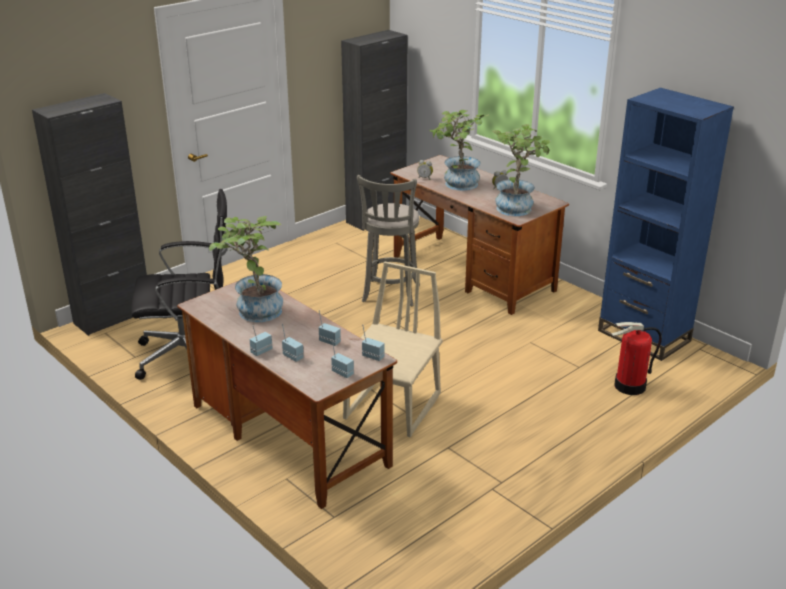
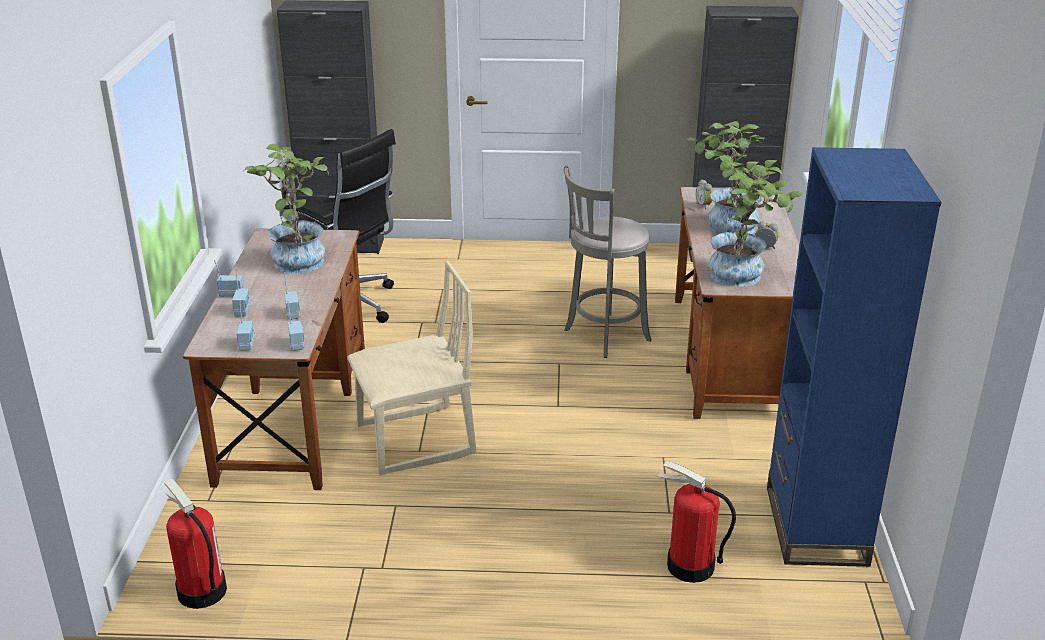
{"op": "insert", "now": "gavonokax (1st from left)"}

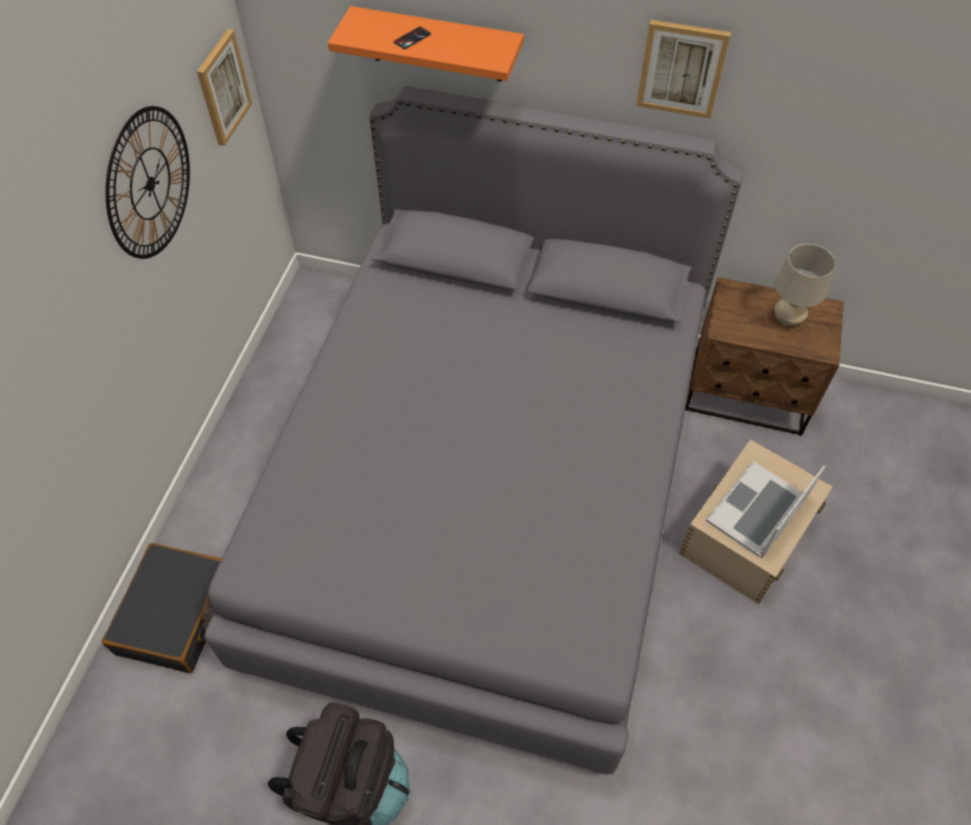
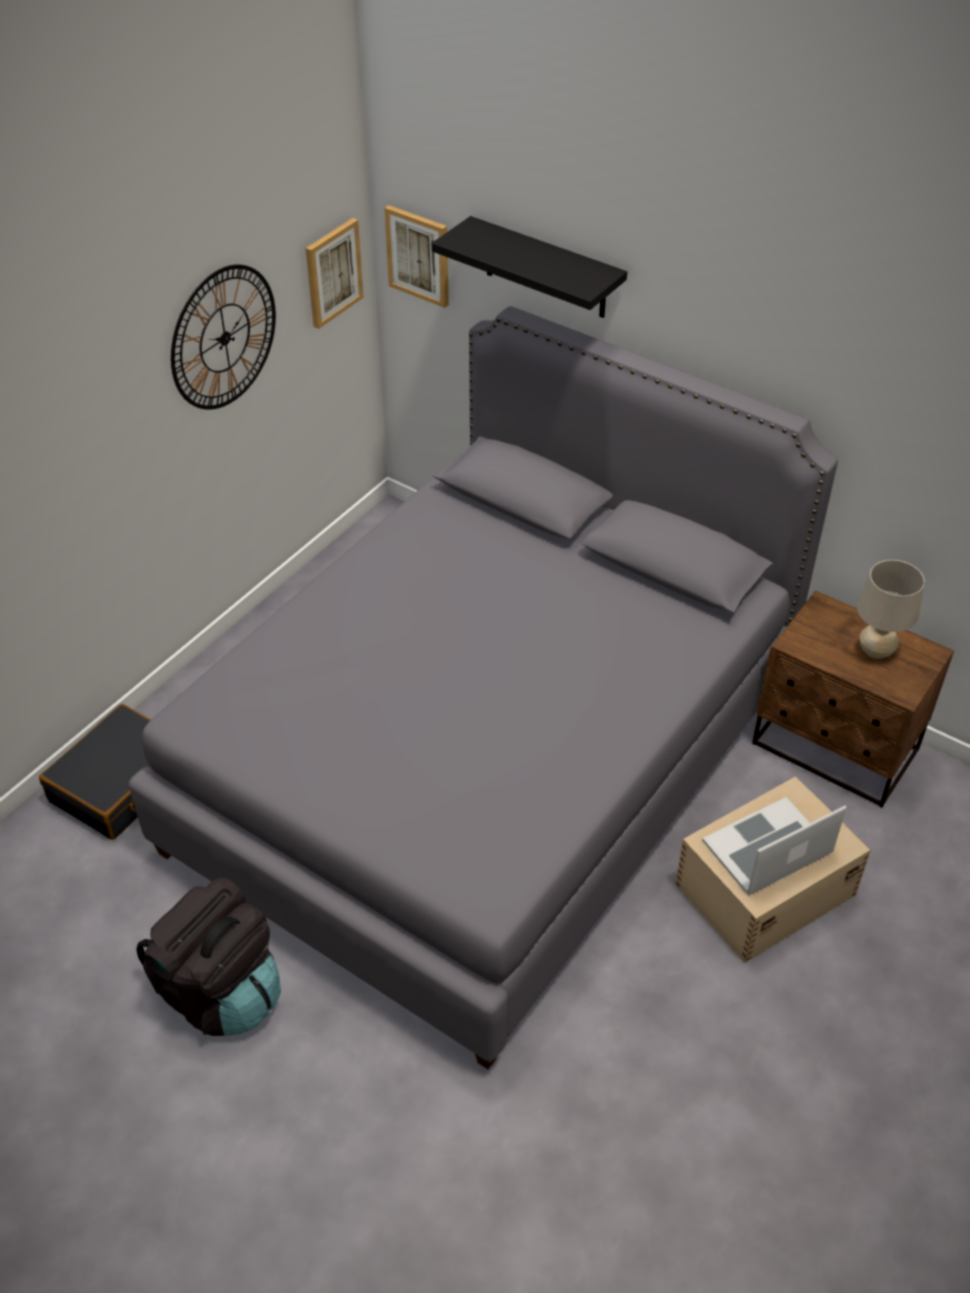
{"op": "recolor", "was": "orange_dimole", "now": "black_dimole"}
{"op": "delete", "was": "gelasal"}
{"op": "move", "was": "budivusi (2nd from left)"}

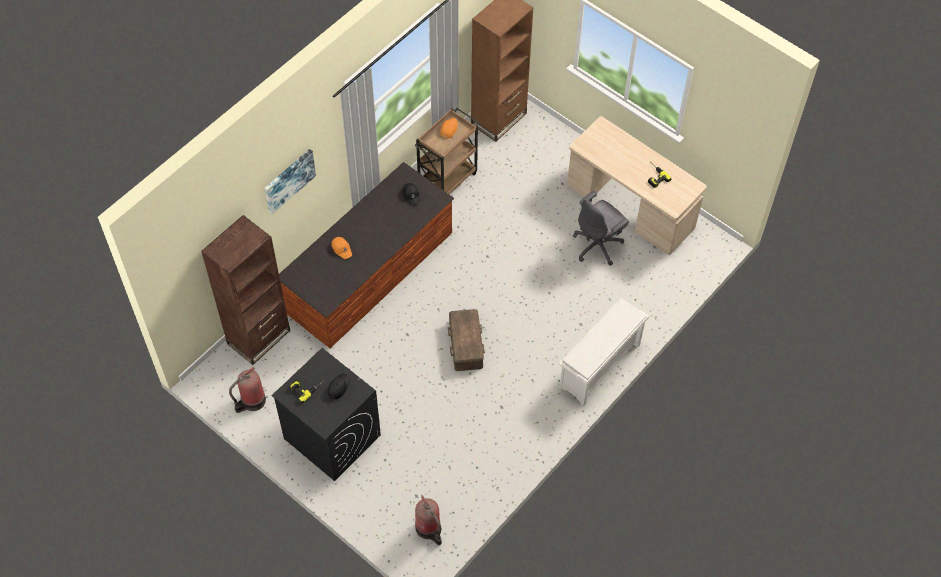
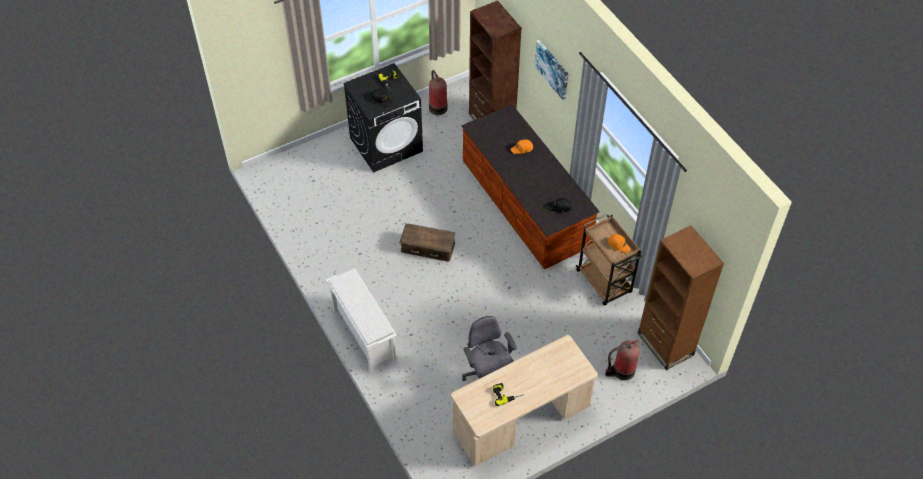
{"op": "move", "was": "gavonokax (2nd from left)"}

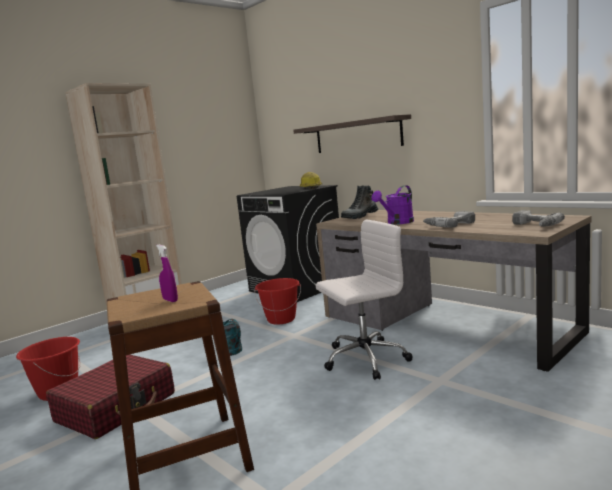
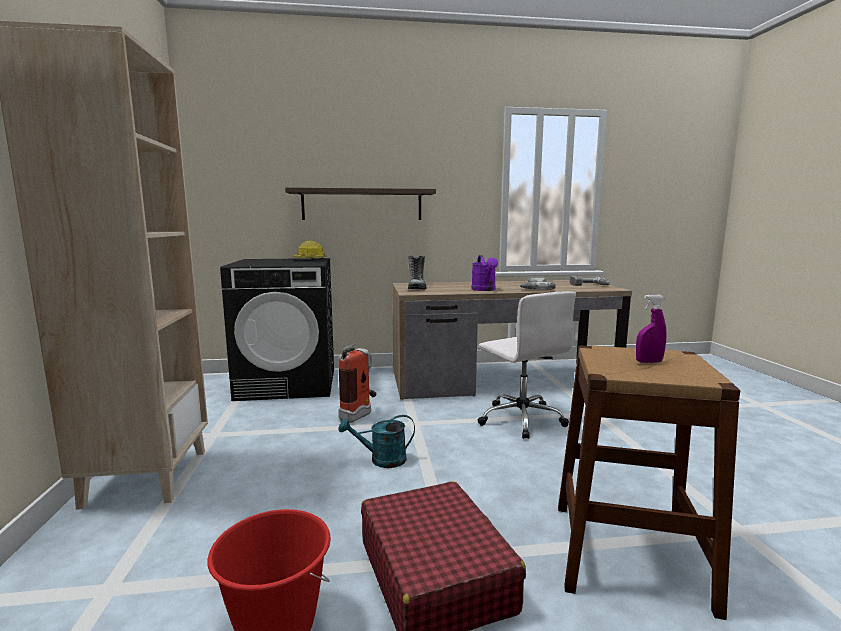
{"op": "replace", "was": "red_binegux (2nd from left)", "now": "gavonokax"}
{"op": "rotate", "was": "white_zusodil", "clockwise": 135}

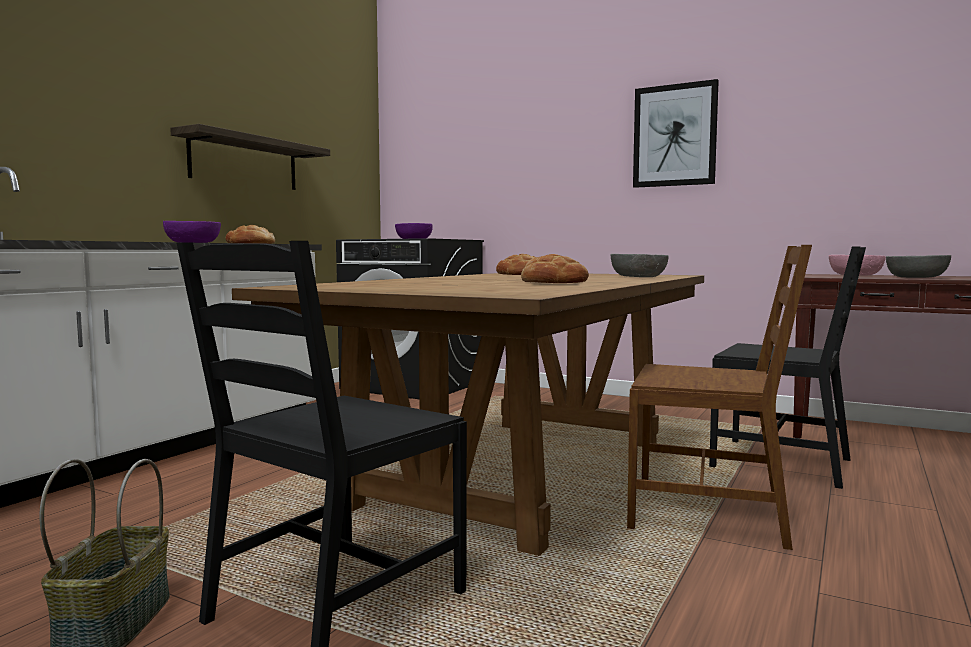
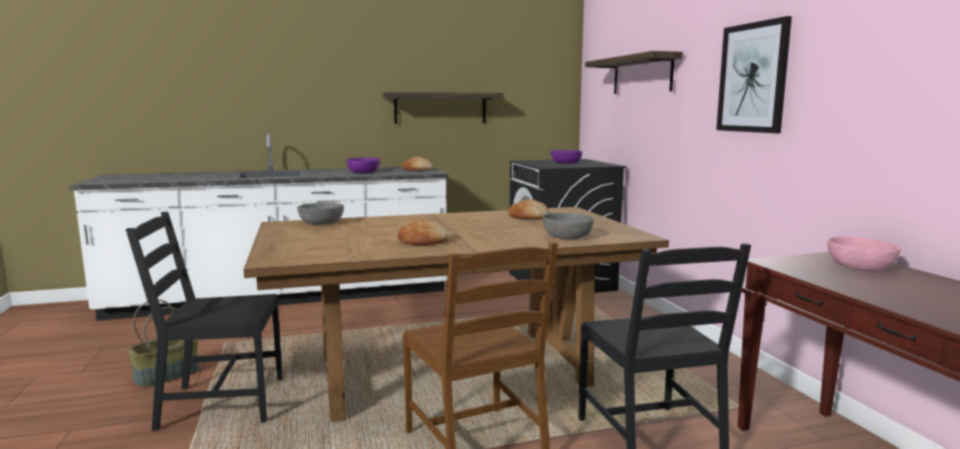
{"op": "move", "was": "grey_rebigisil (2nd from left in the first image)", "now": "grey_rebigisil (1st from left)"}
{"op": "insert", "now": "dimole (2nd from left)"}

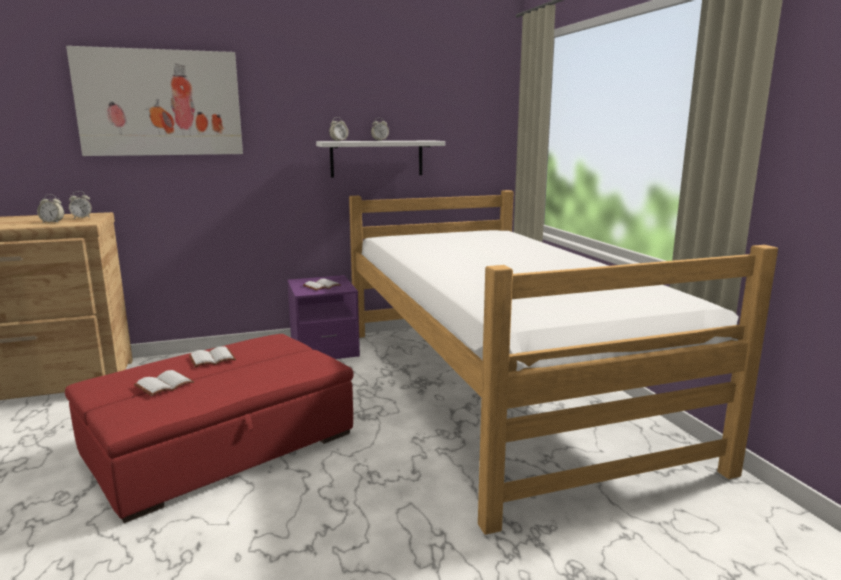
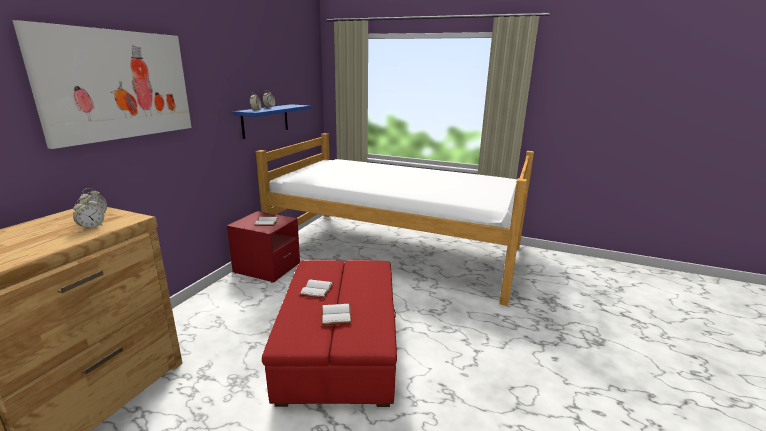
{"op": "recolor", "was": "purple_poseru", "now": "red_poseru"}
{"op": "recolor", "was": "white_dimole", "now": "blue_dimole"}

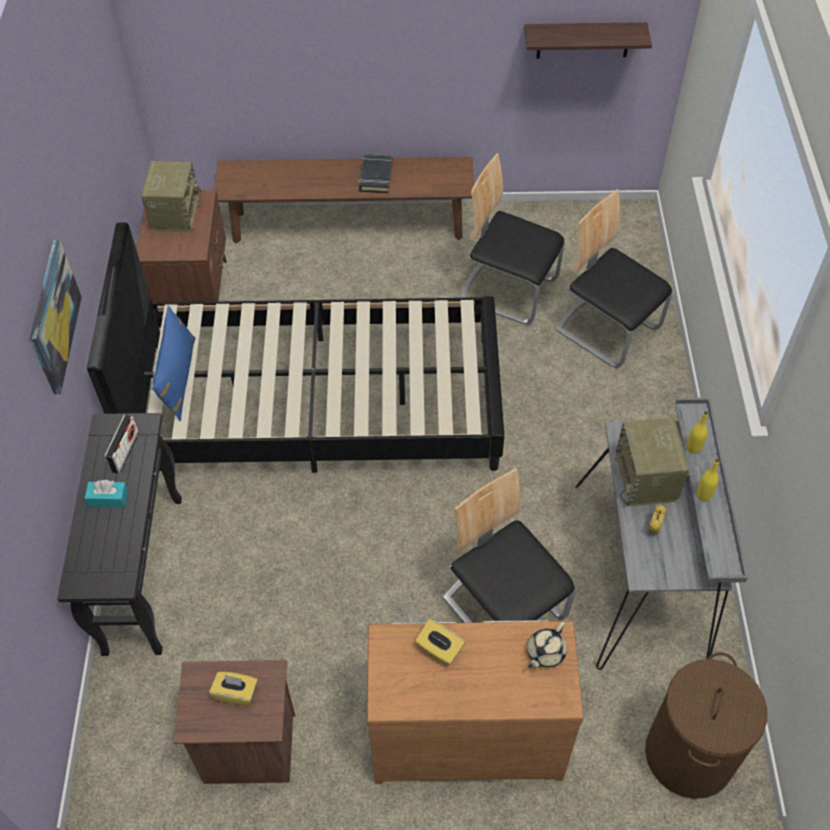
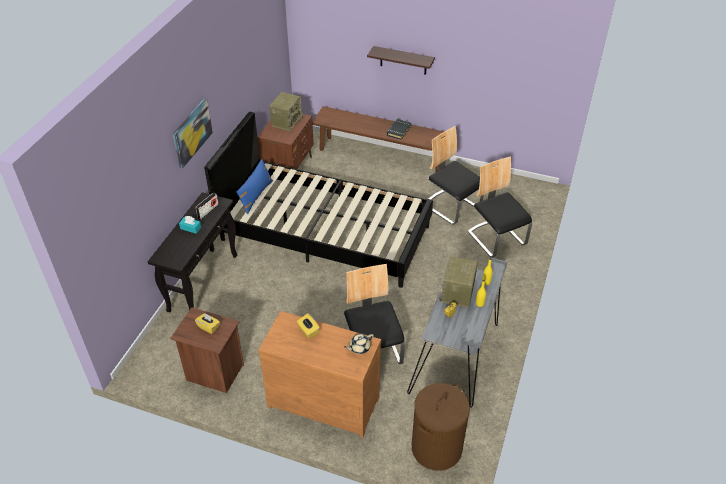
{"op": "move", "was": "dimole"}

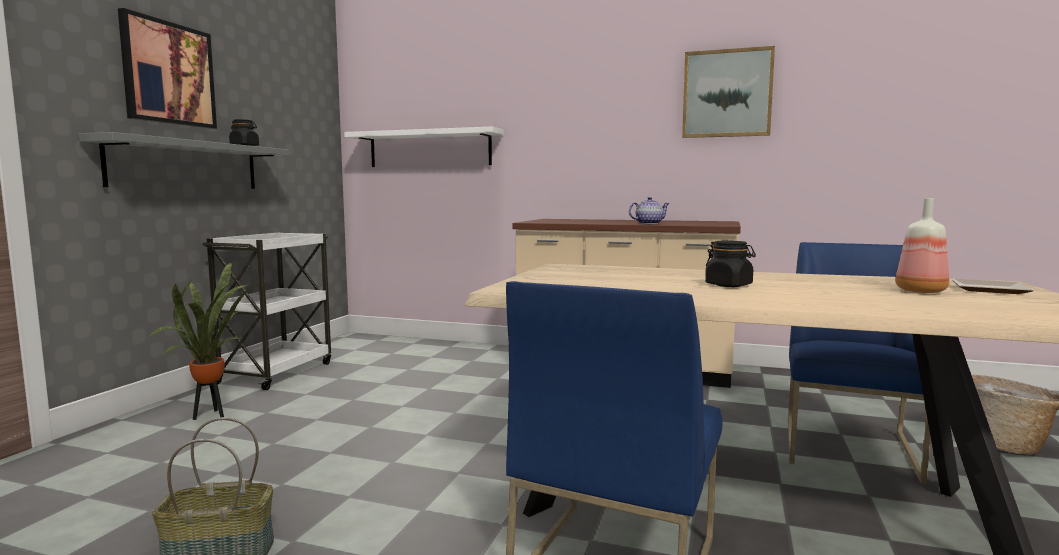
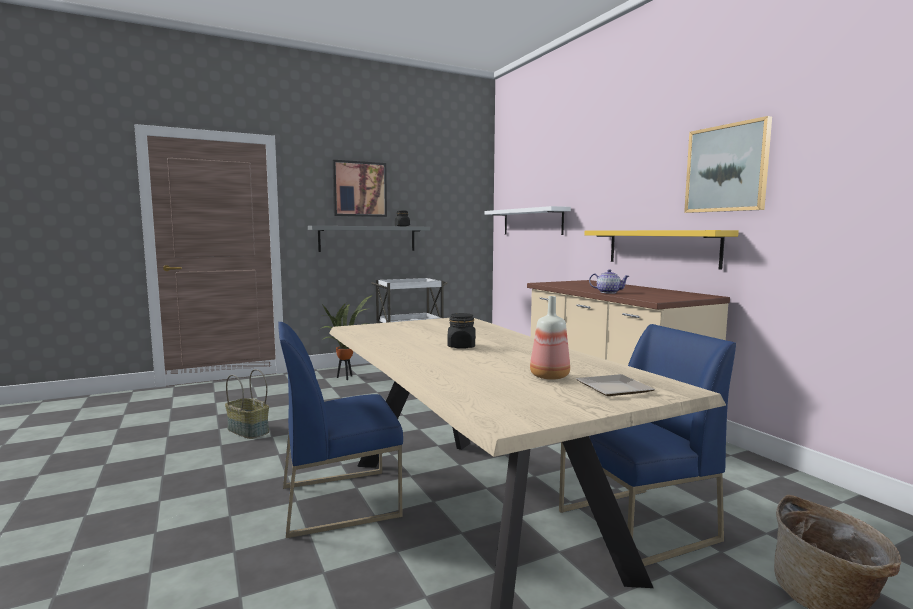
{"op": "insert", "now": "yellow_dimole"}

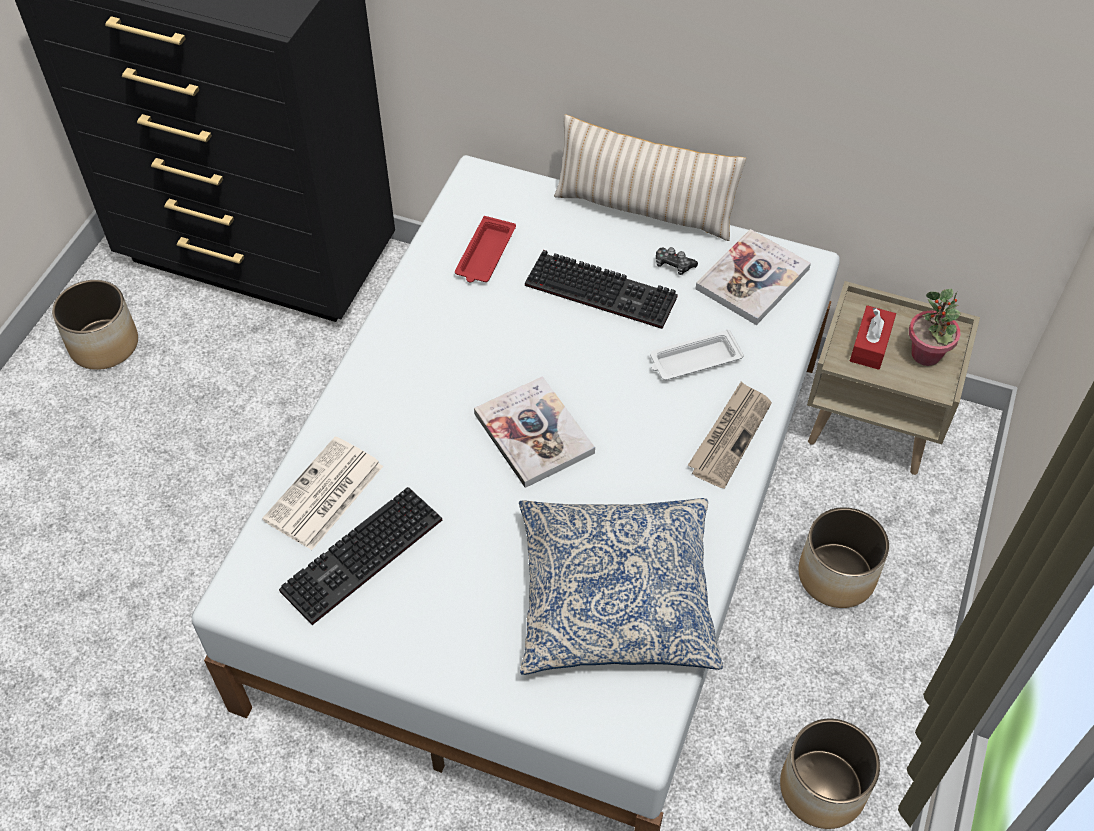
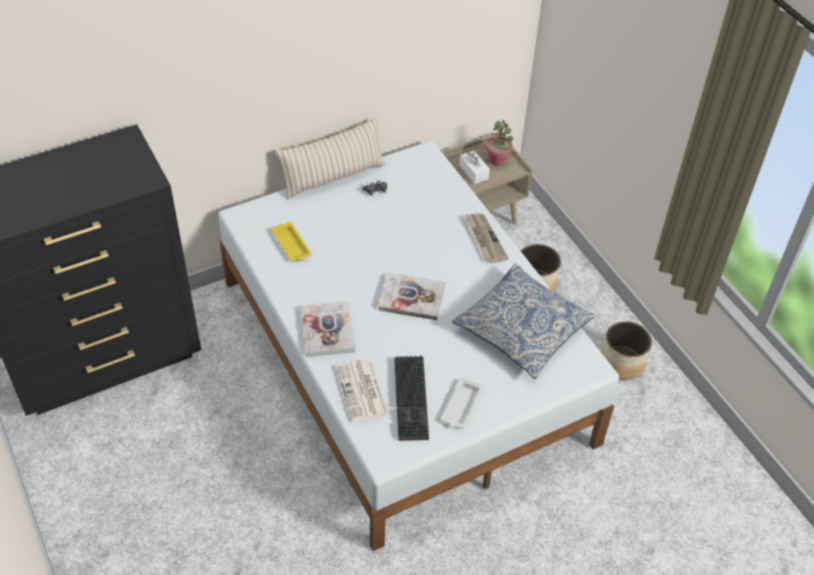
{"op": "delete", "was": "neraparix (1st from left)"}
{"op": "recolor", "was": "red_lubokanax", "now": "yellow_lubokanax"}
{"op": "delete", "was": "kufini (2nd from left)"}
{"op": "move", "was": "white_lubokanax"}
{"op": "move", "was": "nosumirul (2nd from left in the first image)", "now": "nosumirul (1st from left)"}
{"op": "recolor", "was": "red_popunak", "now": "white_popunak"}

